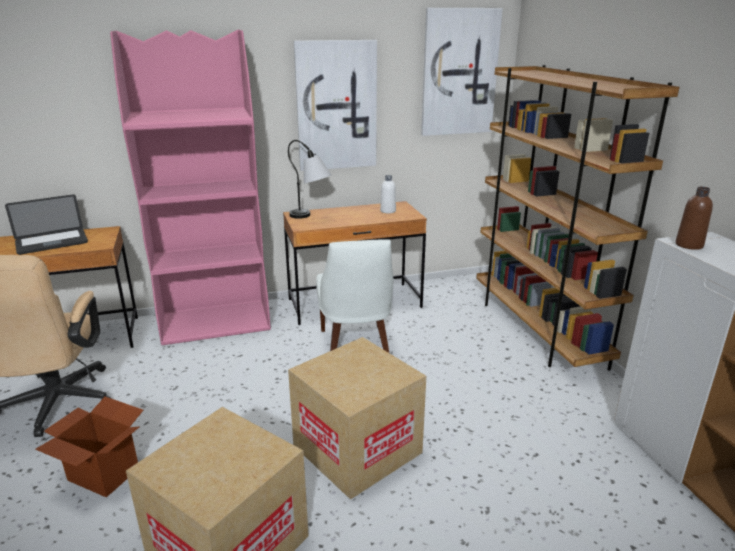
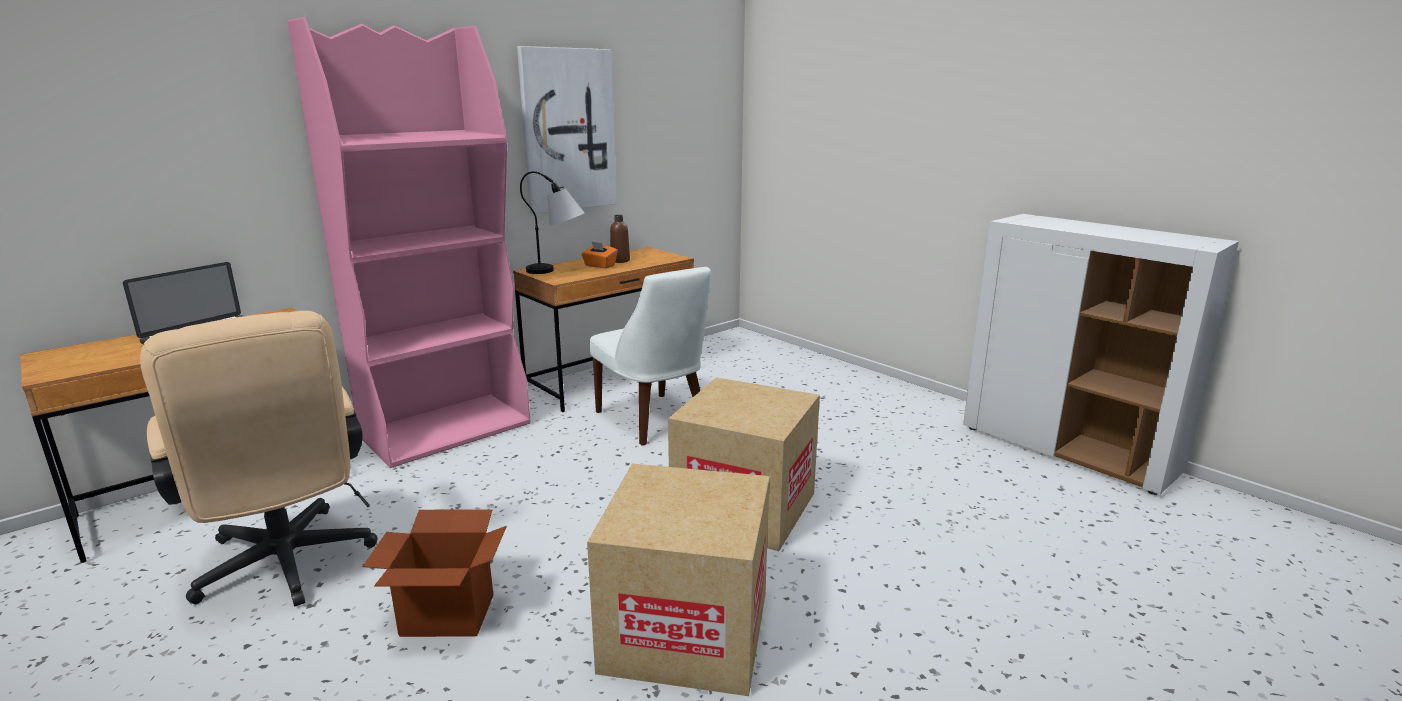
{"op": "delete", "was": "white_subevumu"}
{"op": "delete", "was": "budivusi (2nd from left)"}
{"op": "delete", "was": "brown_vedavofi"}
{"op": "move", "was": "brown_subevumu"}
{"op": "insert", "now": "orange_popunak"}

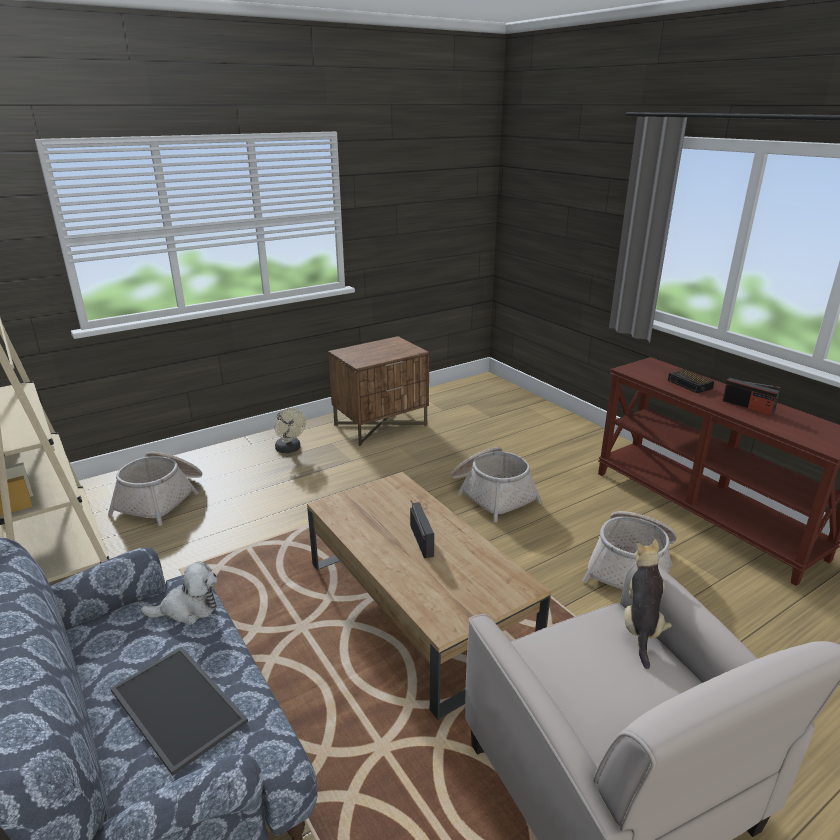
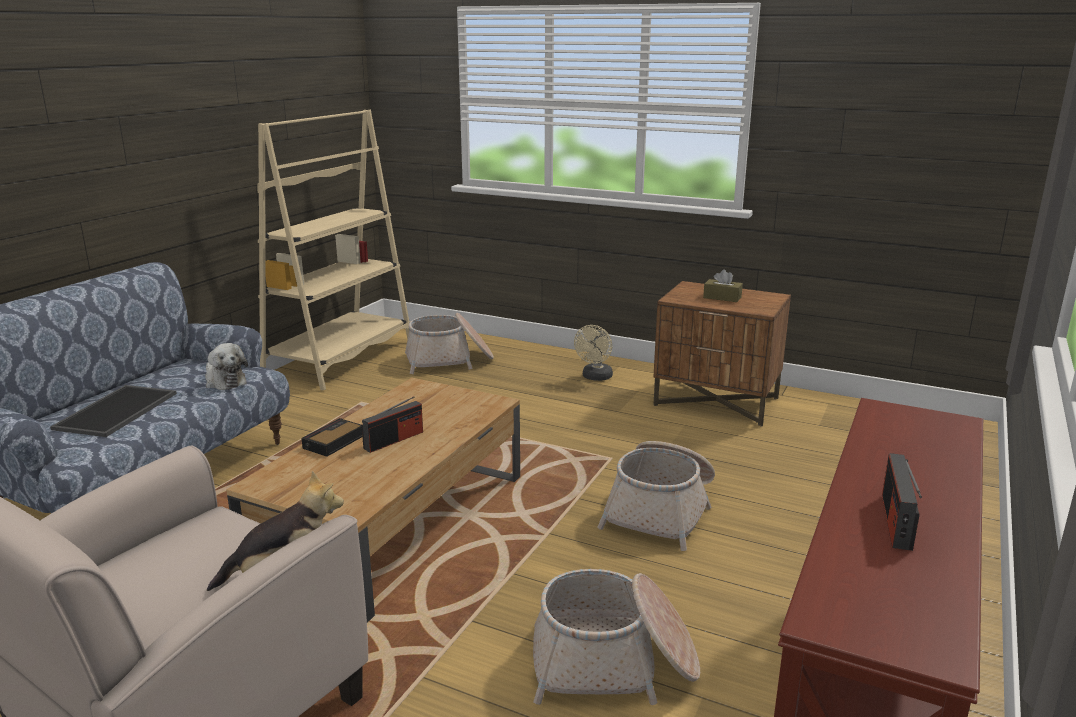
{"op": "move", "was": "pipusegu"}
{"op": "insert", "now": "brown_popunak"}

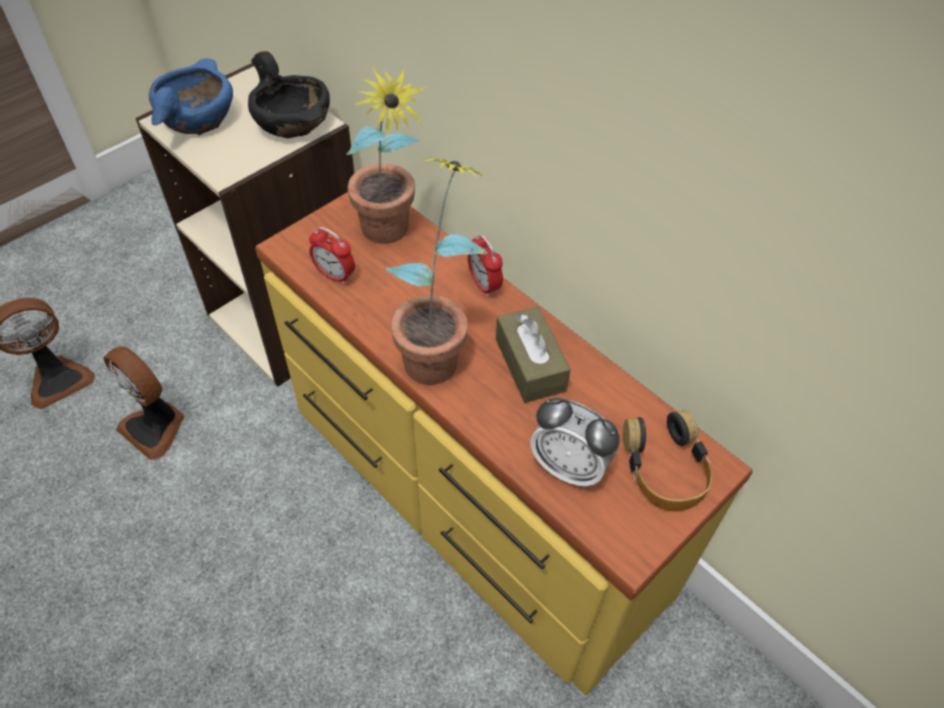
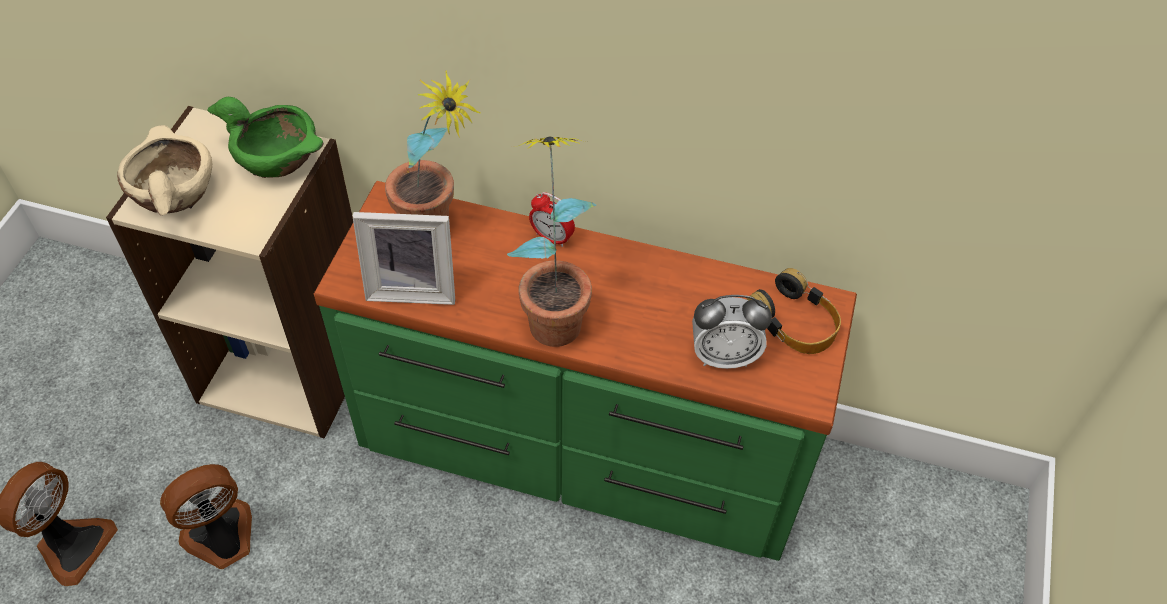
{"op": "rotate", "was": "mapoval (2nd from left)", "clockwise": 135}
{"op": "recolor", "was": "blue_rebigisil", "now": "beige_rebigisil"}
{"op": "recolor", "was": "black_rebigisil", "now": "green_rebigisil"}
{"op": "recolor", "was": "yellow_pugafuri", "now": "green_pugafuri"}
{"op": "replace", "was": "pipusegu (1st from left)", "now": "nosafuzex"}
{"op": "delete", "was": "brown_popunak"}

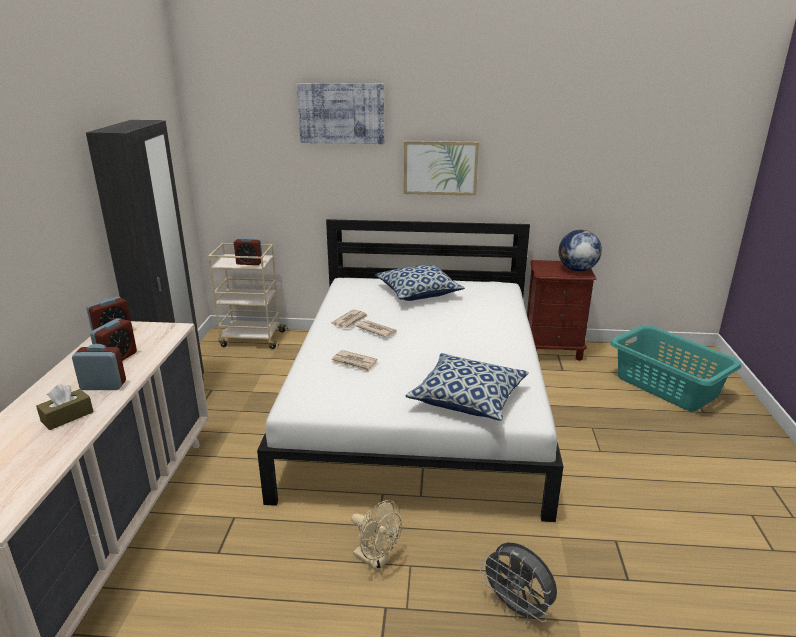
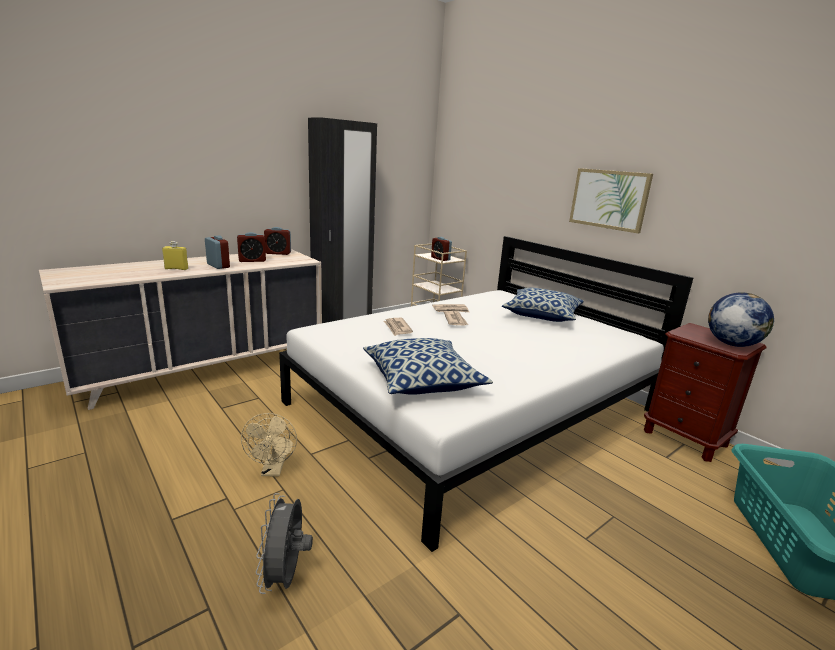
{"op": "replace", "was": "brown_popunak", "now": "yellow_subevumu"}
{"op": "delete", "was": "budivusi (1st from left)"}

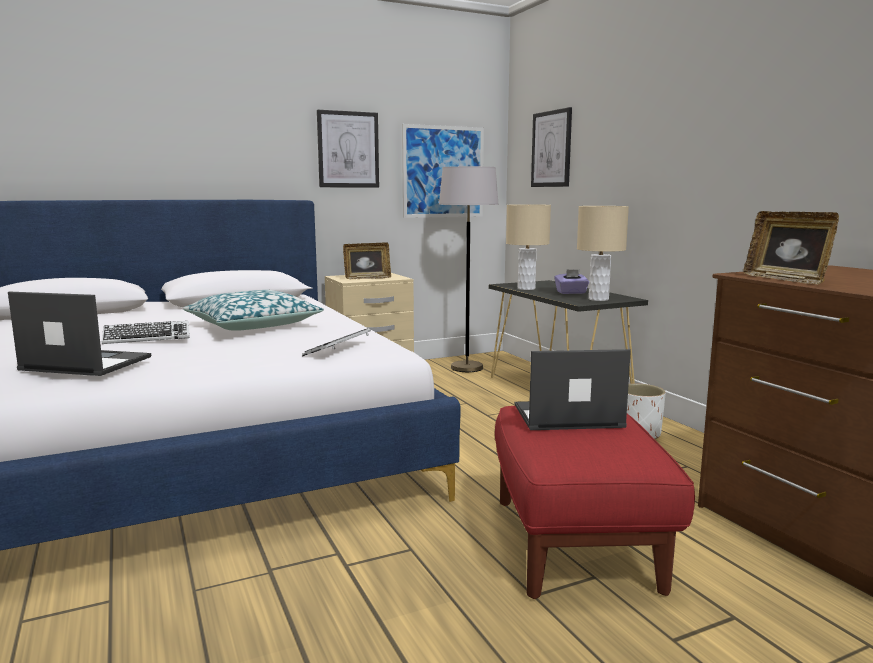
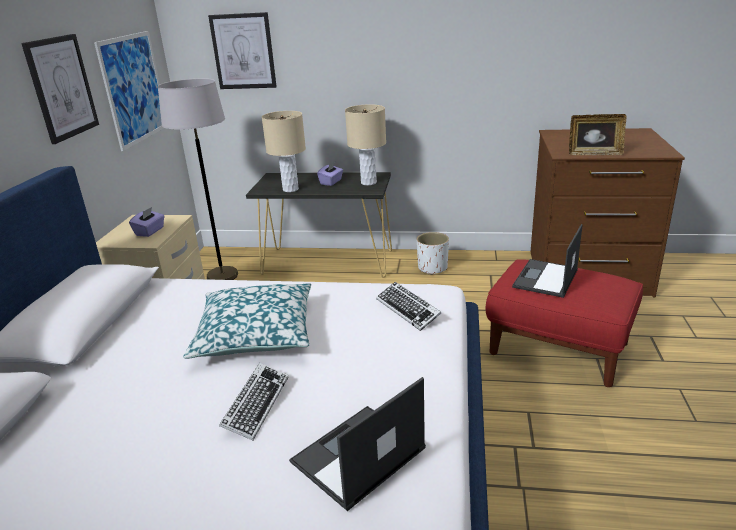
{"op": "replace", "was": "nosafuzex (1st from left)", "now": "purple_popunak (1st from left)"}

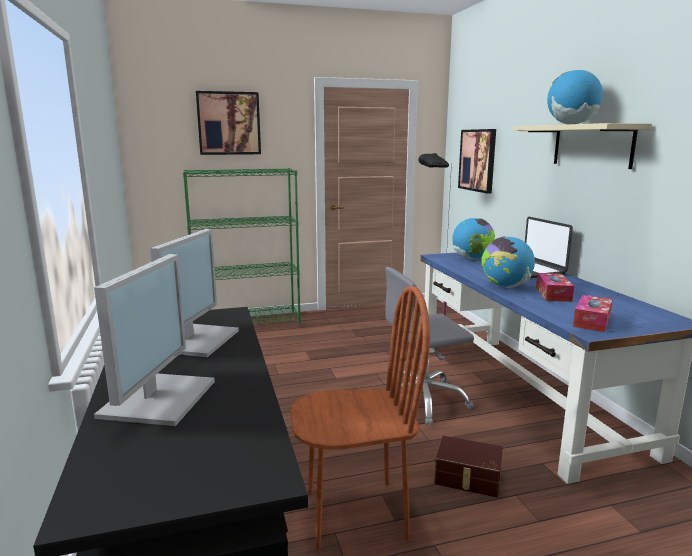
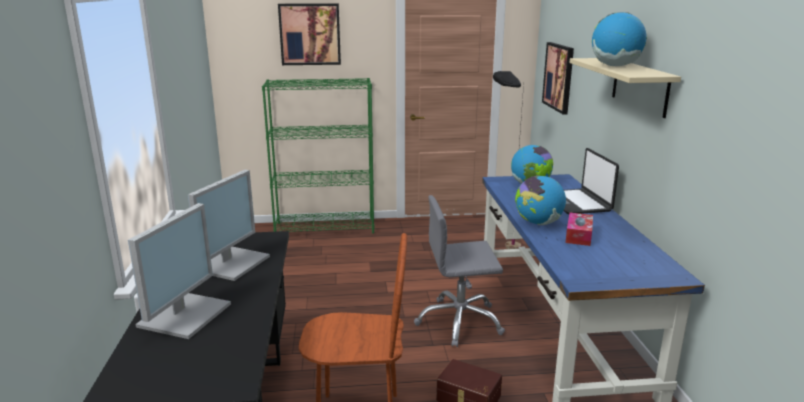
{"op": "delete", "was": "popunak (2nd from left)"}

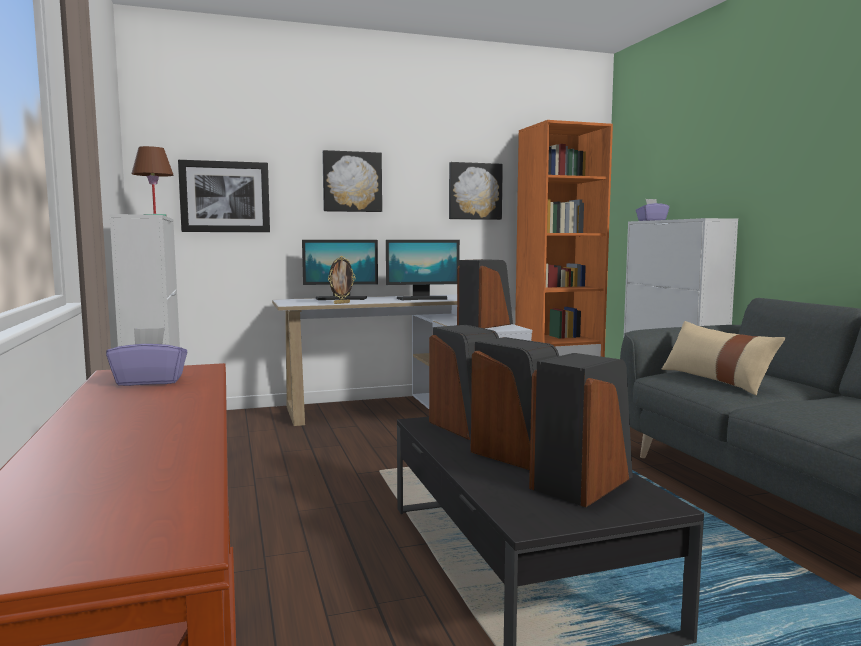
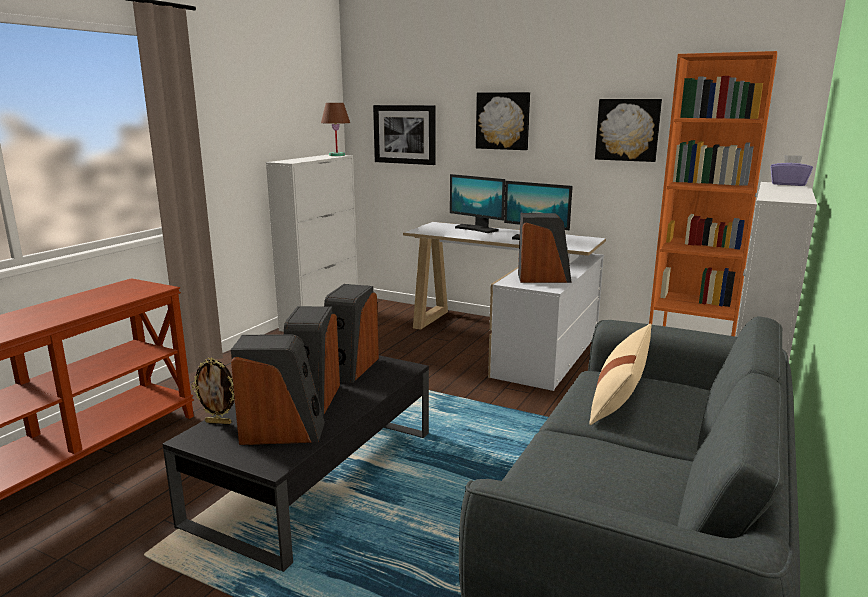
{"op": "delete", "was": "purple_popunak (1st from left)"}
{"op": "move", "was": "nosafuzex"}

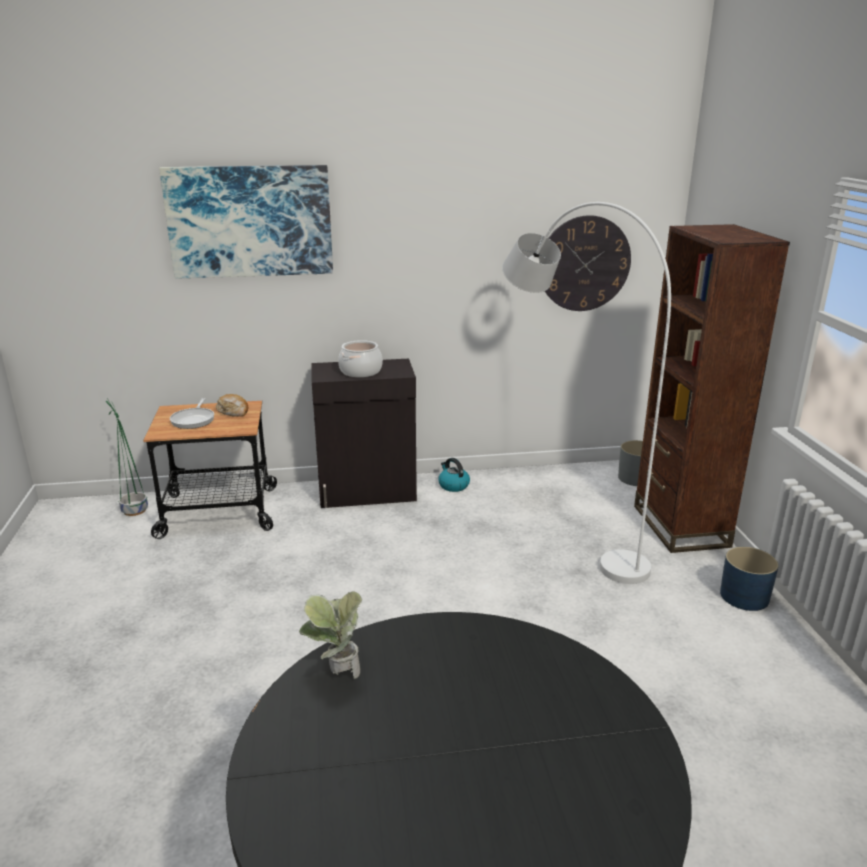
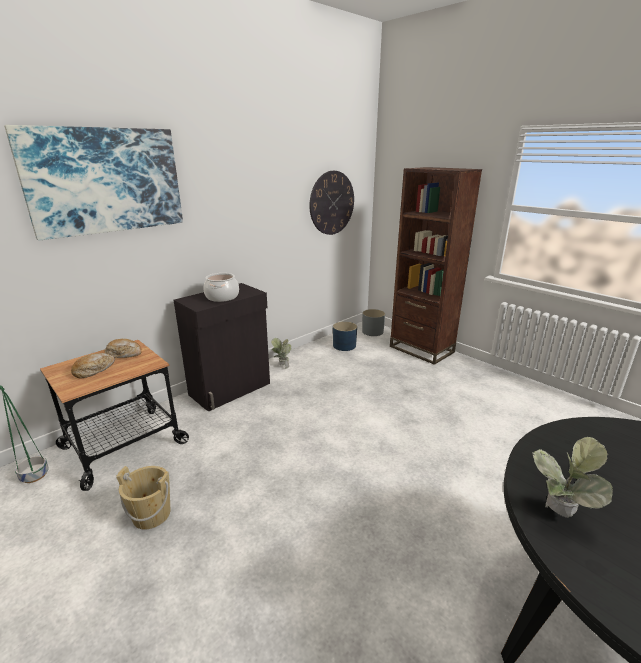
{"op": "replace", "was": "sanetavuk", "now": "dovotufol (1st from left)"}
{"op": "replace", "was": "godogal", "now": "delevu (1st from left)"}
{"op": "delete", "was": "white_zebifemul"}
{"op": "move", "was": "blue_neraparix"}
{"op": "insert", "now": "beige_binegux"}

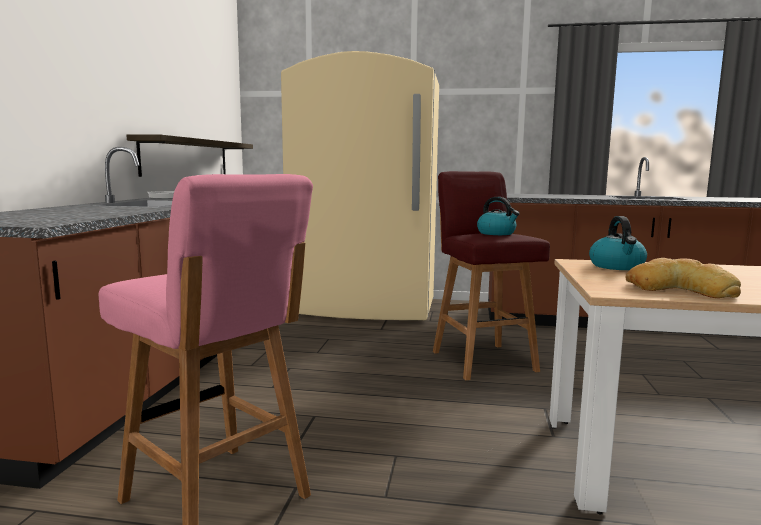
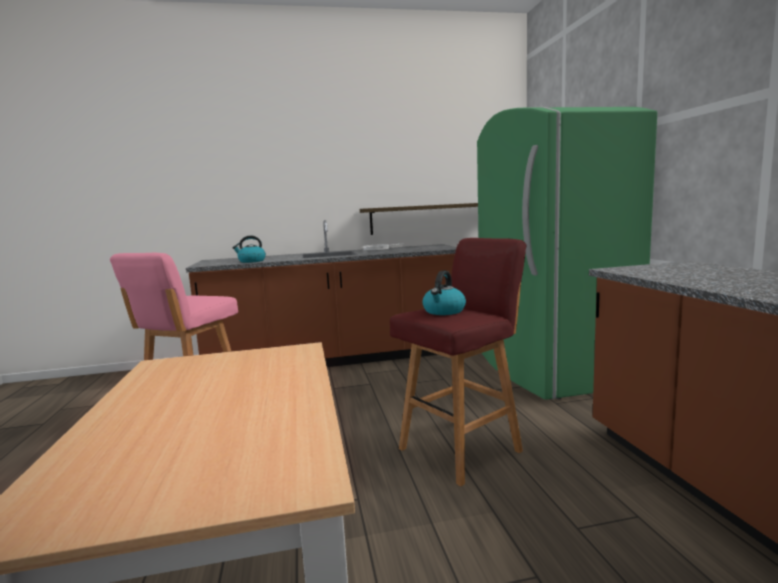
{"op": "recolor", "was": "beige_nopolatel", "now": "green_nopolatel"}
{"op": "move", "was": "godogal (2nd from left in the first image)", "now": "godogal (1st from left)"}
{"op": "delete", "was": "dovotufol"}

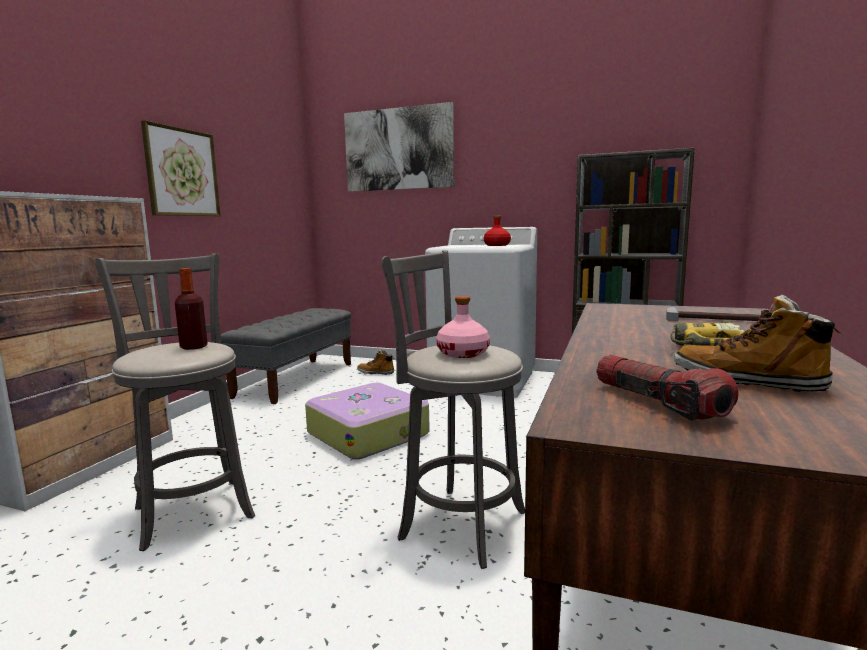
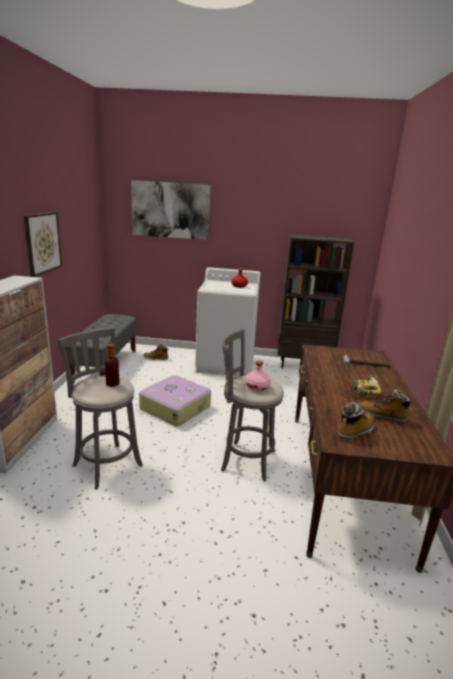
{"op": "replace", "was": "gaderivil", "now": "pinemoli (2nd from left)"}

